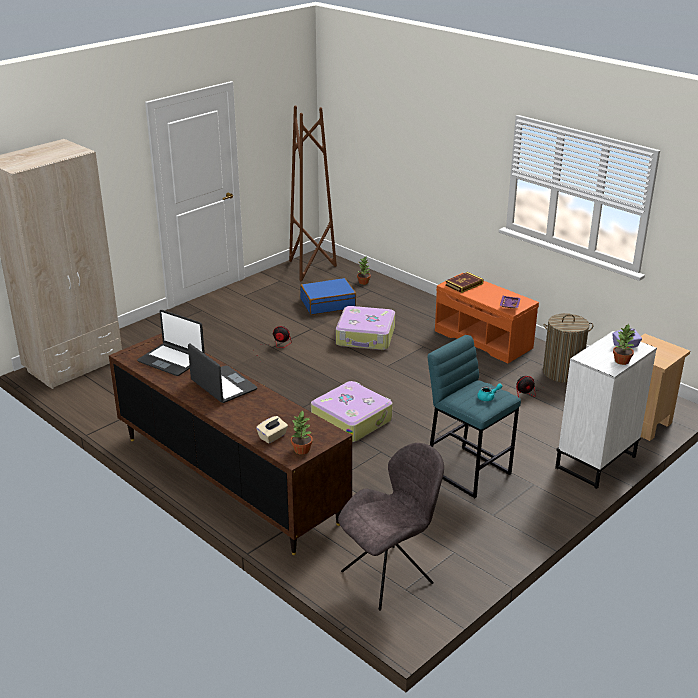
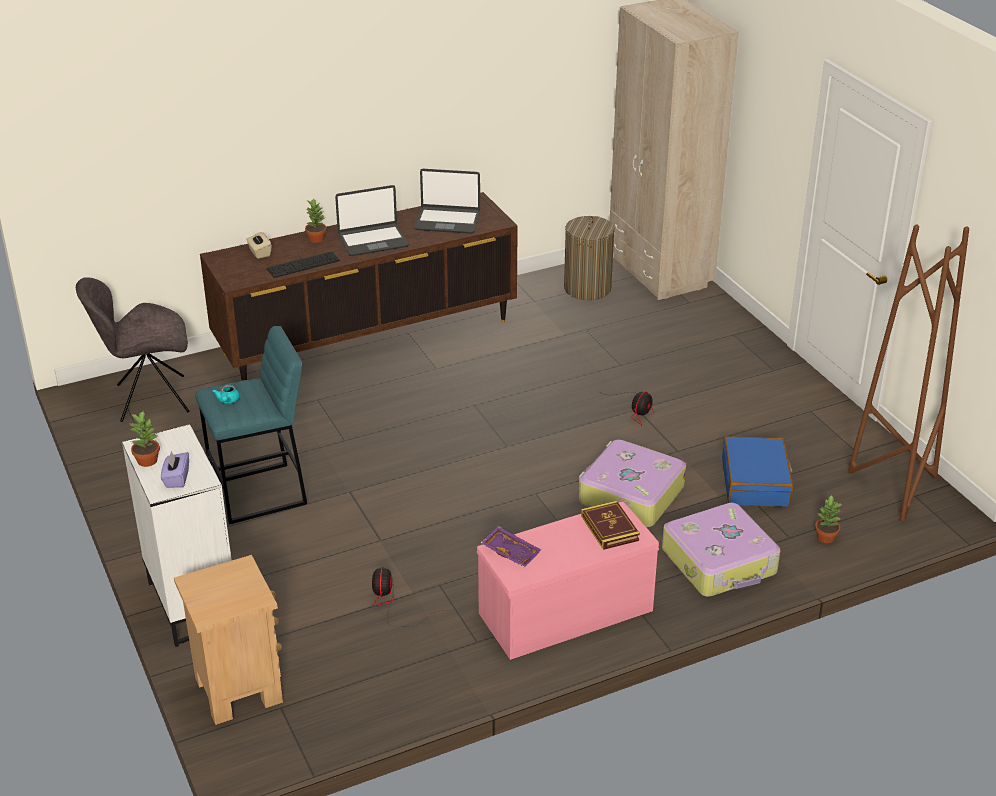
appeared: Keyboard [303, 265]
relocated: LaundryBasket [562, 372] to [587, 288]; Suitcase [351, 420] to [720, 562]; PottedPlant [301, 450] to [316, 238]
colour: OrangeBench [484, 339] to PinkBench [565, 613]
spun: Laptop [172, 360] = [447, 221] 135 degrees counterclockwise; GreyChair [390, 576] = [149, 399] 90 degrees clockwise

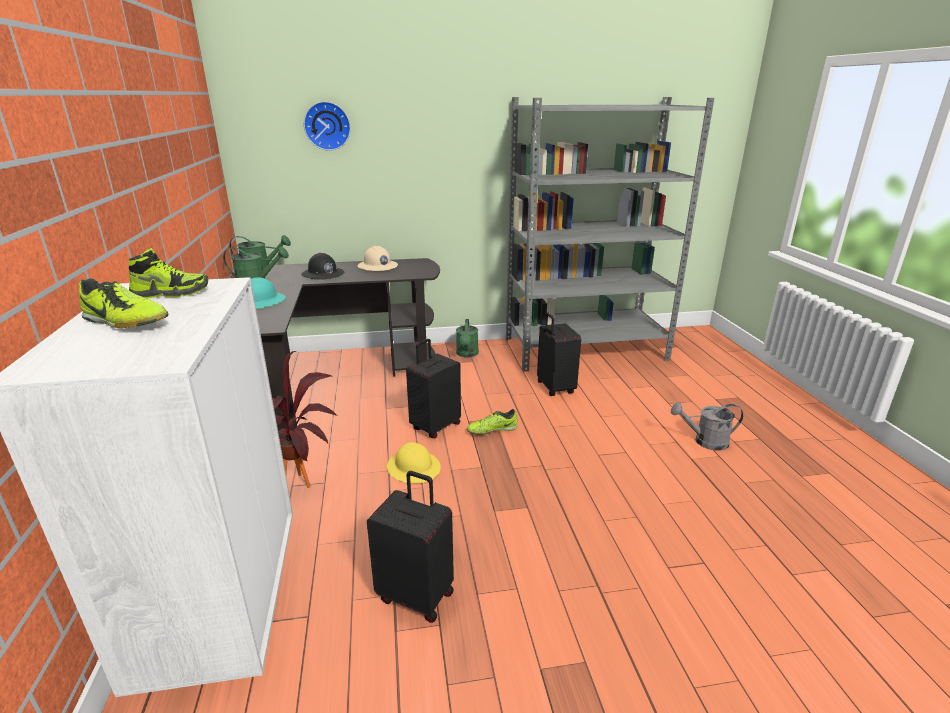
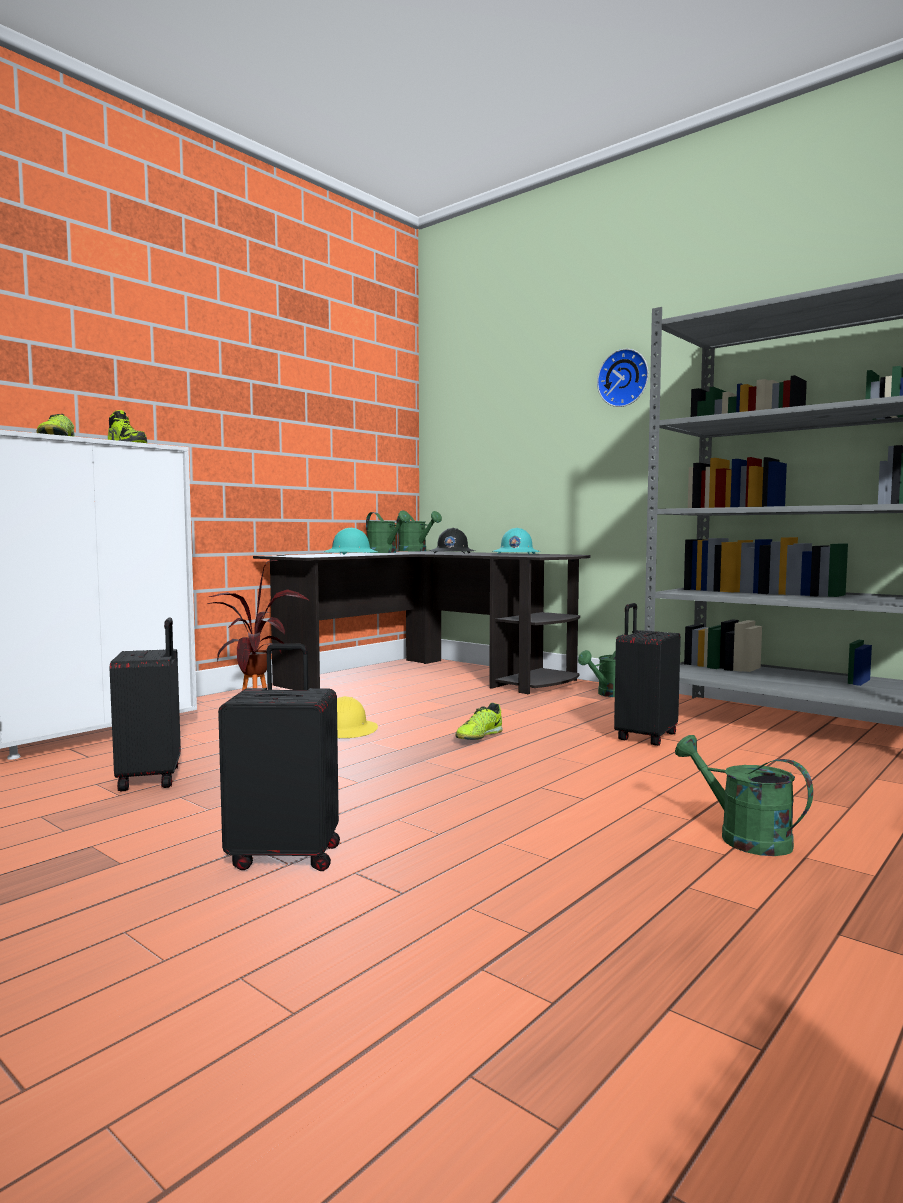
relocated: WallClock [327, 126] to [624, 378]; BlackSuitcase [435, 426] to [286, 856]
colour: BeigeHardHat [377, 267] to TurquoiseHardHat [516, 554]; GreyWateringCan [705, 441] to GreenWateringCan [743, 837]
spun: Shoe [492, 430] = [478, 737] 90 degrees counterclockwise

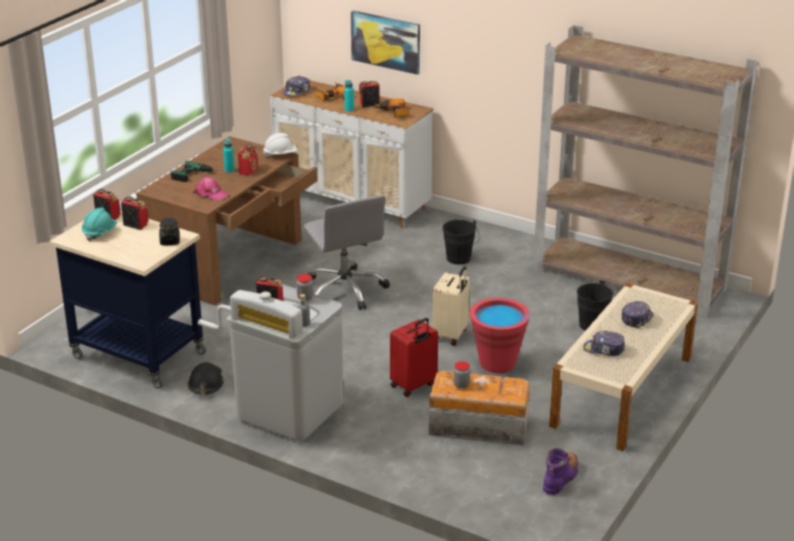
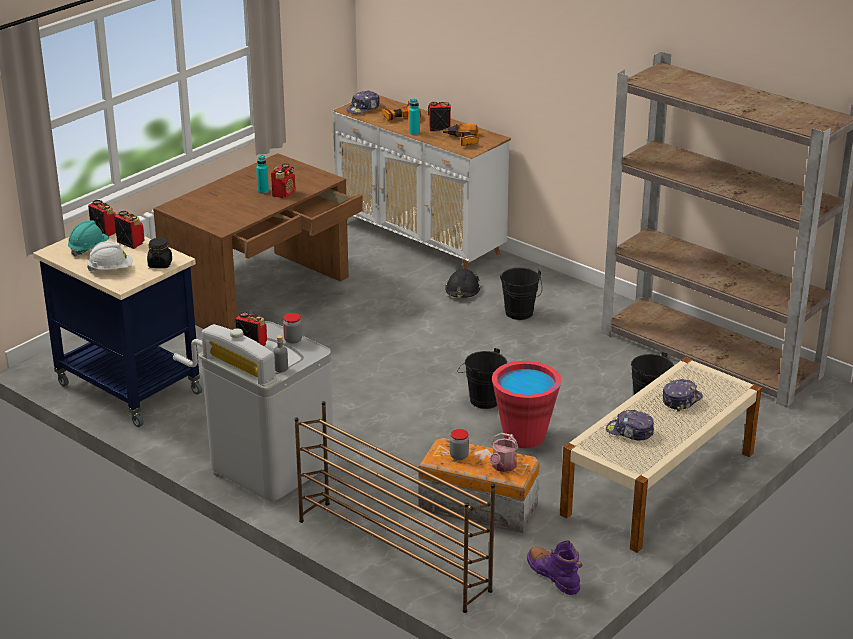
missing: Picture [386, 41]; PowerDrill [196, 176]; PinkCap [211, 194]; GreyOfficeChair [345, 290]; RedSuitcase [413, 386]
appeared: BrownShoeRack [392, 554]; WateringCan [502, 467]
relocated: WhiteHardHat [280, 155] to [111, 269]; BlackHardHat [206, 385] to [462, 291]
exchanged: BeigeSuitcase [451, 335] to BlackBucket [482, 399]
spun: PurpleBoot [561, 478] = [553, 576] 75 degrees counterclockwise

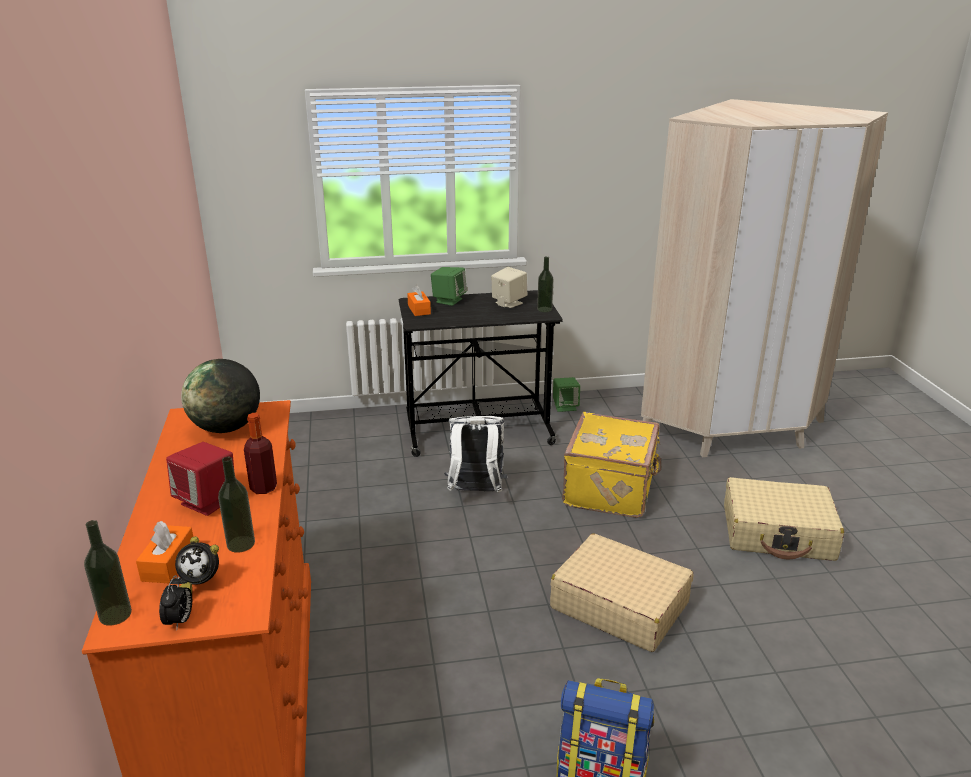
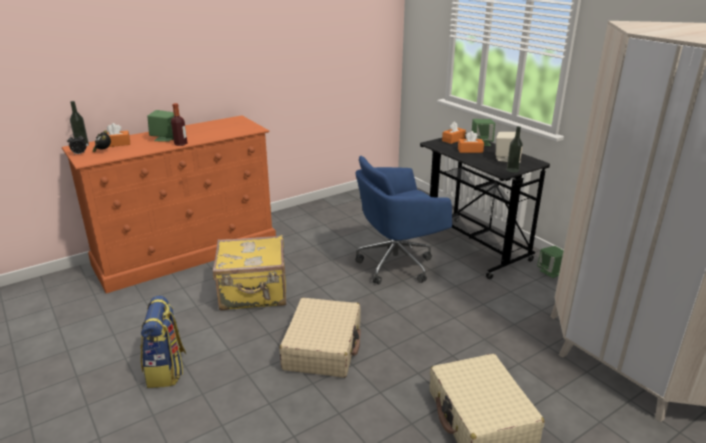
missing: Globe [226, 428]; Bottle [241, 544]
appeared: OrangeTissueBox [470, 150]
relocated: YellowSuitcase [611, 489] to [254, 293]
exchanged: WhiteBackpack [475, 492] to BlueOfficeChair [398, 265]
colour: RedSpeaker [207, 501] to GreenSpeaker [165, 138]

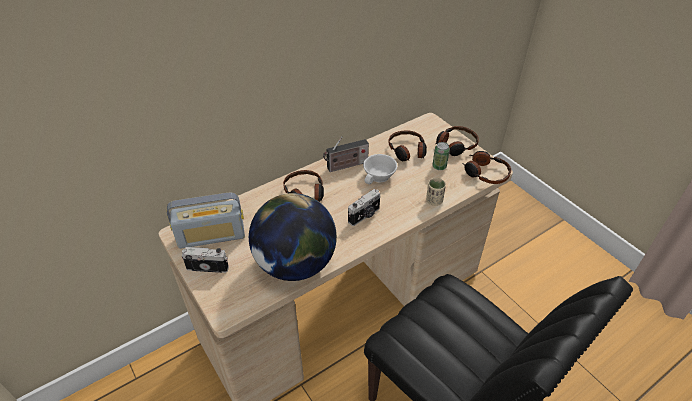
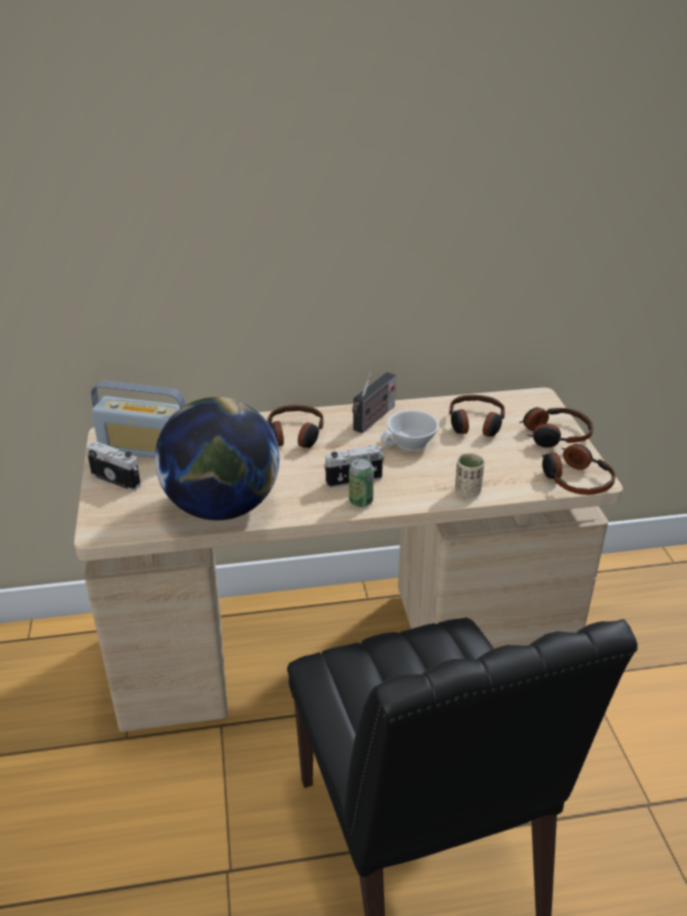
relocated: Can [439, 166] to [361, 501]
spun: Radio [345, 166] = [373, 419] 60 degrees counterclockwise

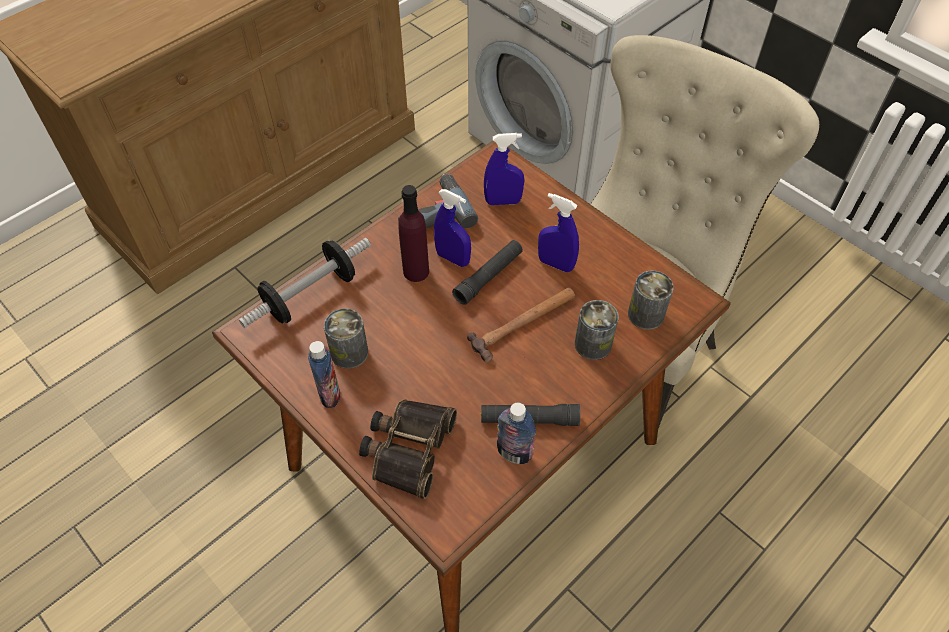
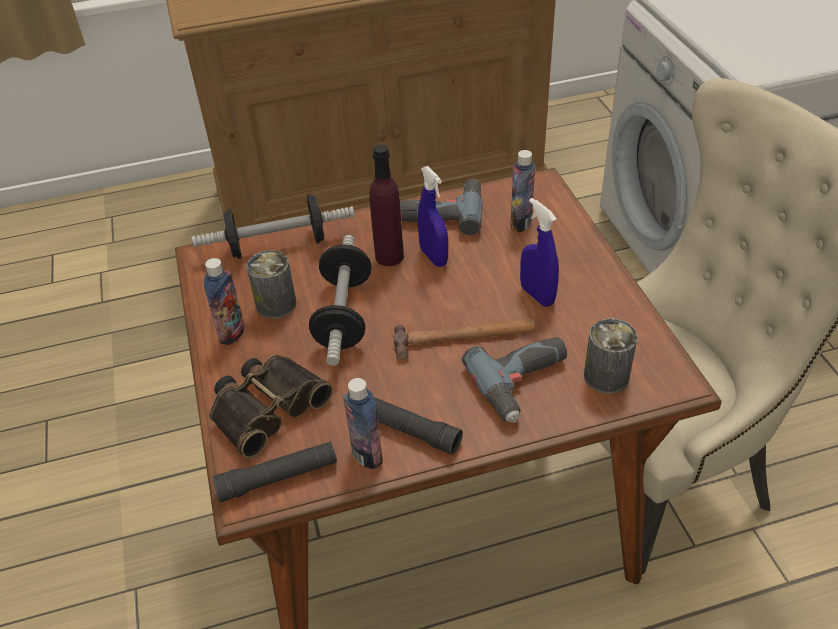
appeared: Dumbbell [344, 315]
relocated: BlackFlashlight [488, 276] to [278, 478]
exchanged: BlueSprayBottle [503, 201] to Bottle [521, 223]; Can [593, 344] to PowerDrill [525, 383]

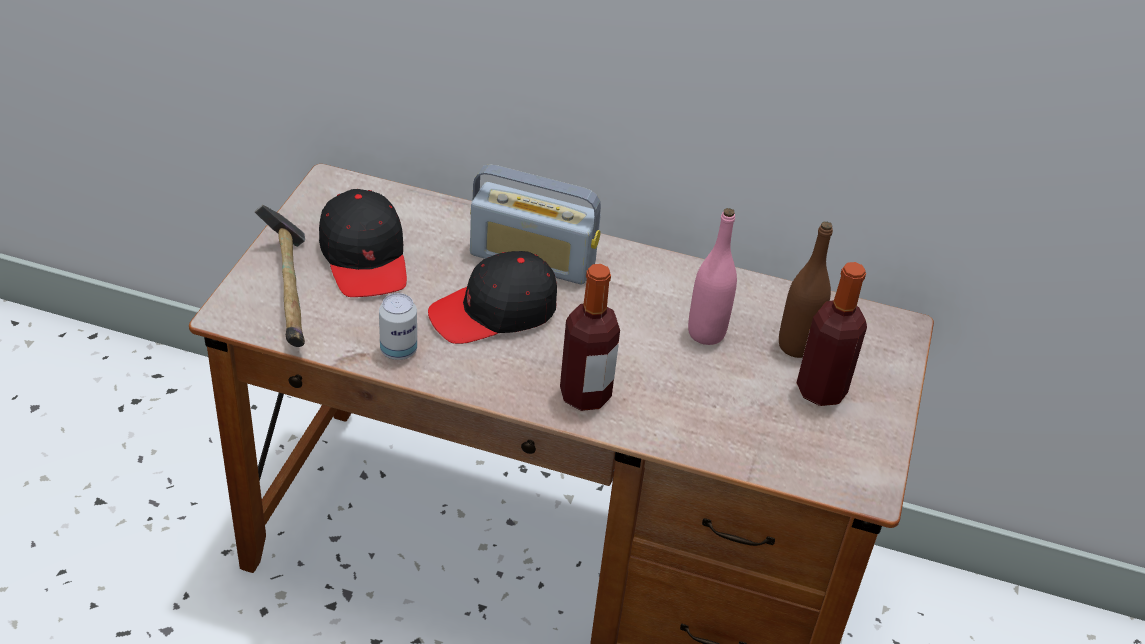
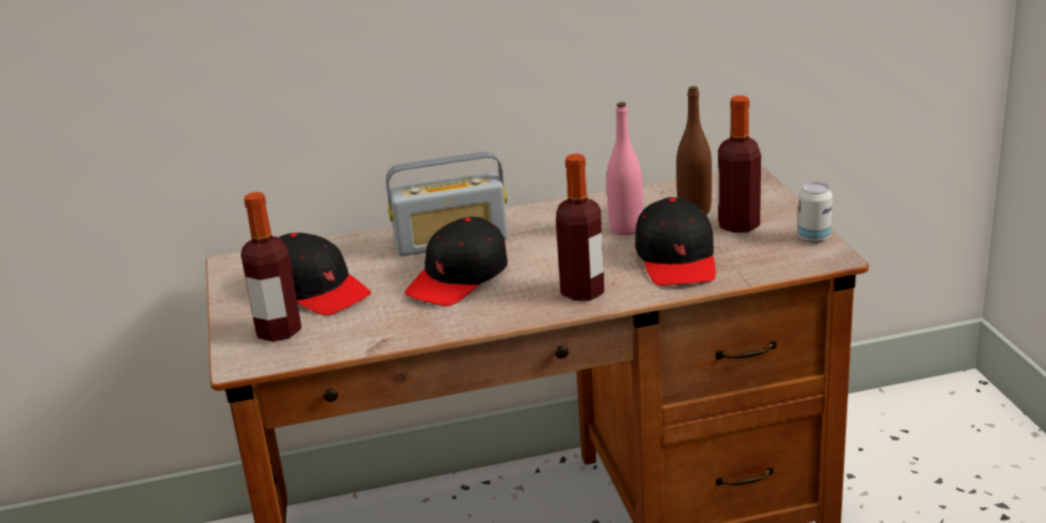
appeared: BlackCap [677, 259]
relocated: Can [398, 350] to [814, 237]
exchanged: Hammer [290, 292] to Bottle [278, 331]

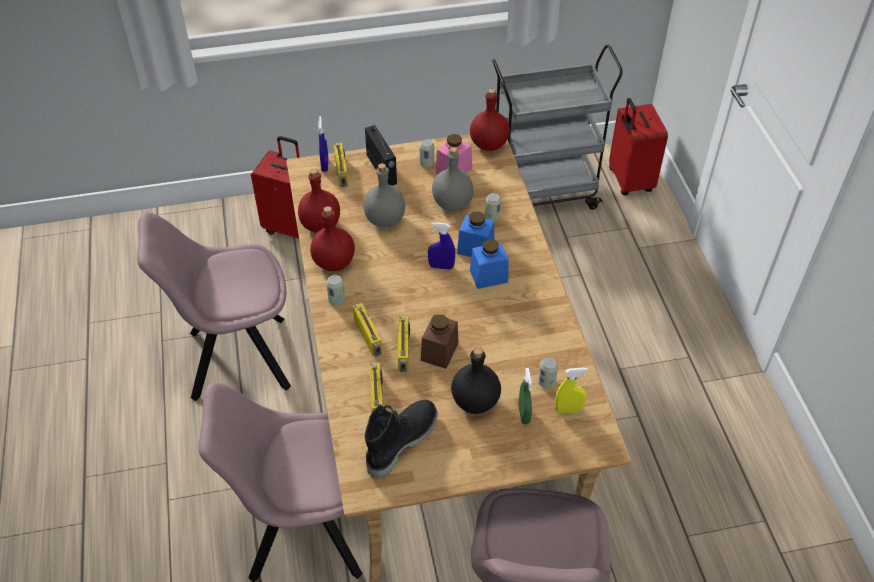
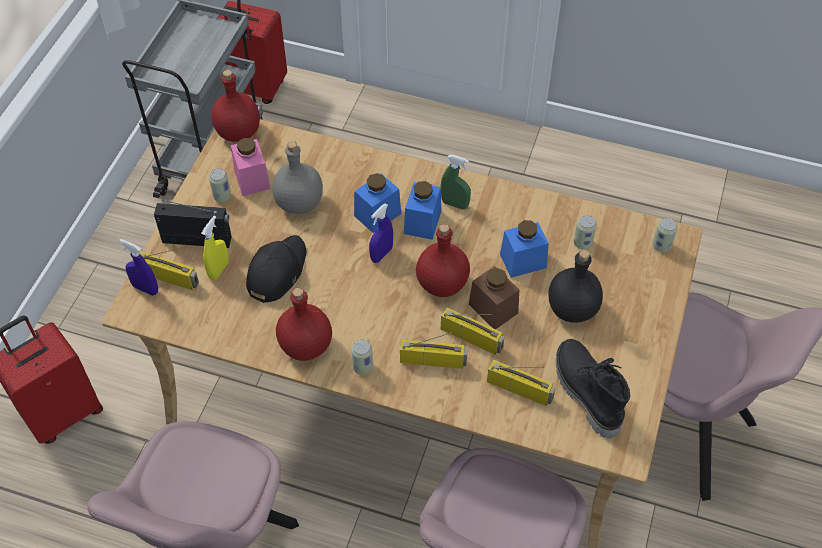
appeared: BlueJar [523, 261]
relocated: RedBottle [320, 224] to [441, 284]; Can [492, 217] to [661, 246]; GreenSprayBottle [524, 414] to [454, 204]; YellowSprayBottle [568, 409] to [218, 270]
exchanged: GreyBottle [384, 219] to BlackCap [276, 272]

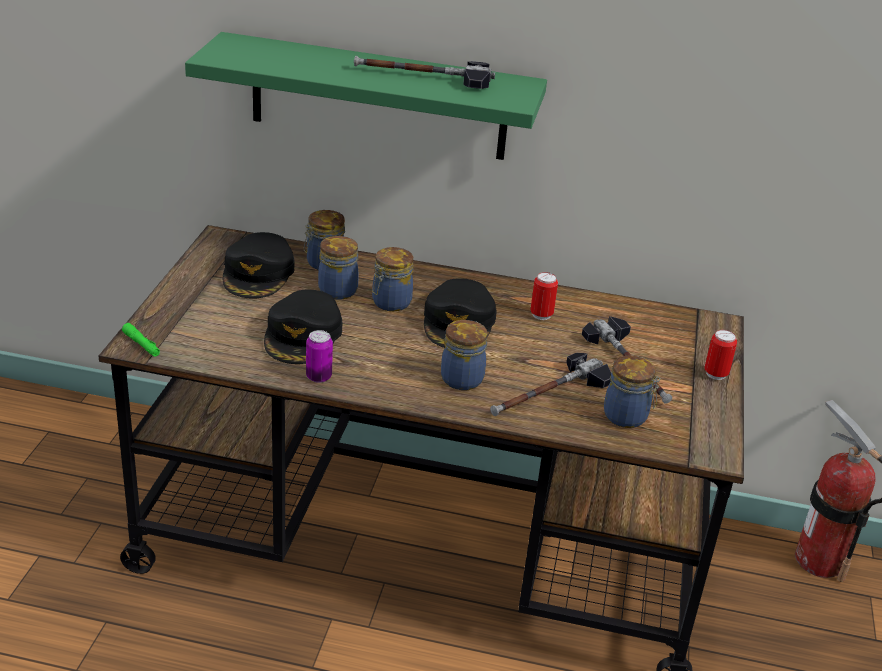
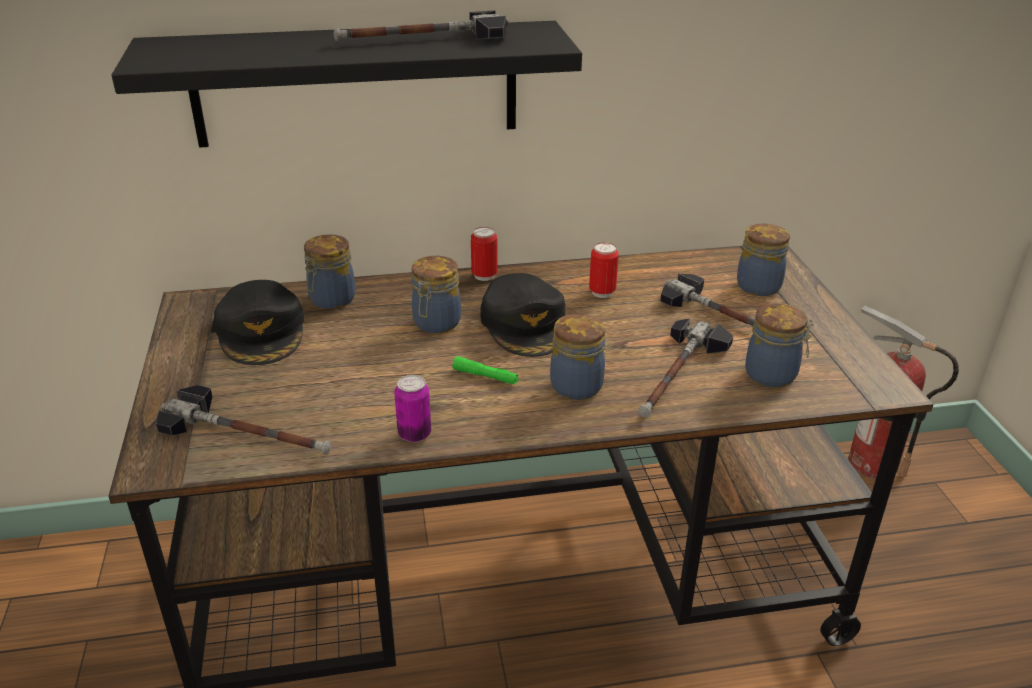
missing: BlackCap [303, 335]
appeared: Hammer [247, 433]
relocated: Jar [338, 289] to [758, 285]; GreenFlashlight [142, 344] to [485, 376]; Can [715, 374] to [484, 275]
colour: GreenShelf [378, 97] to BlackShelf [356, 84]

